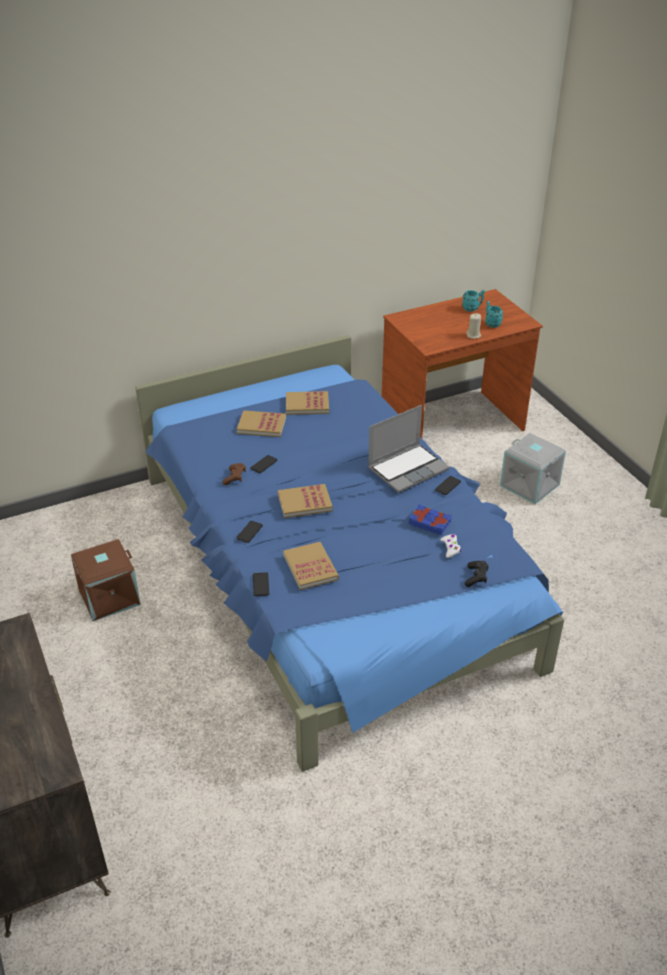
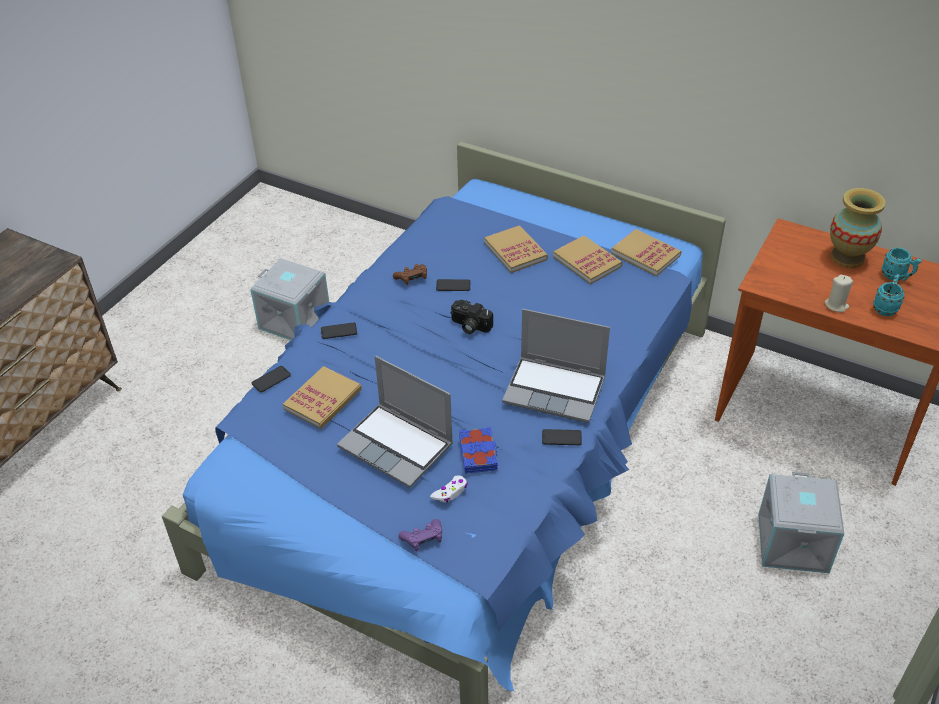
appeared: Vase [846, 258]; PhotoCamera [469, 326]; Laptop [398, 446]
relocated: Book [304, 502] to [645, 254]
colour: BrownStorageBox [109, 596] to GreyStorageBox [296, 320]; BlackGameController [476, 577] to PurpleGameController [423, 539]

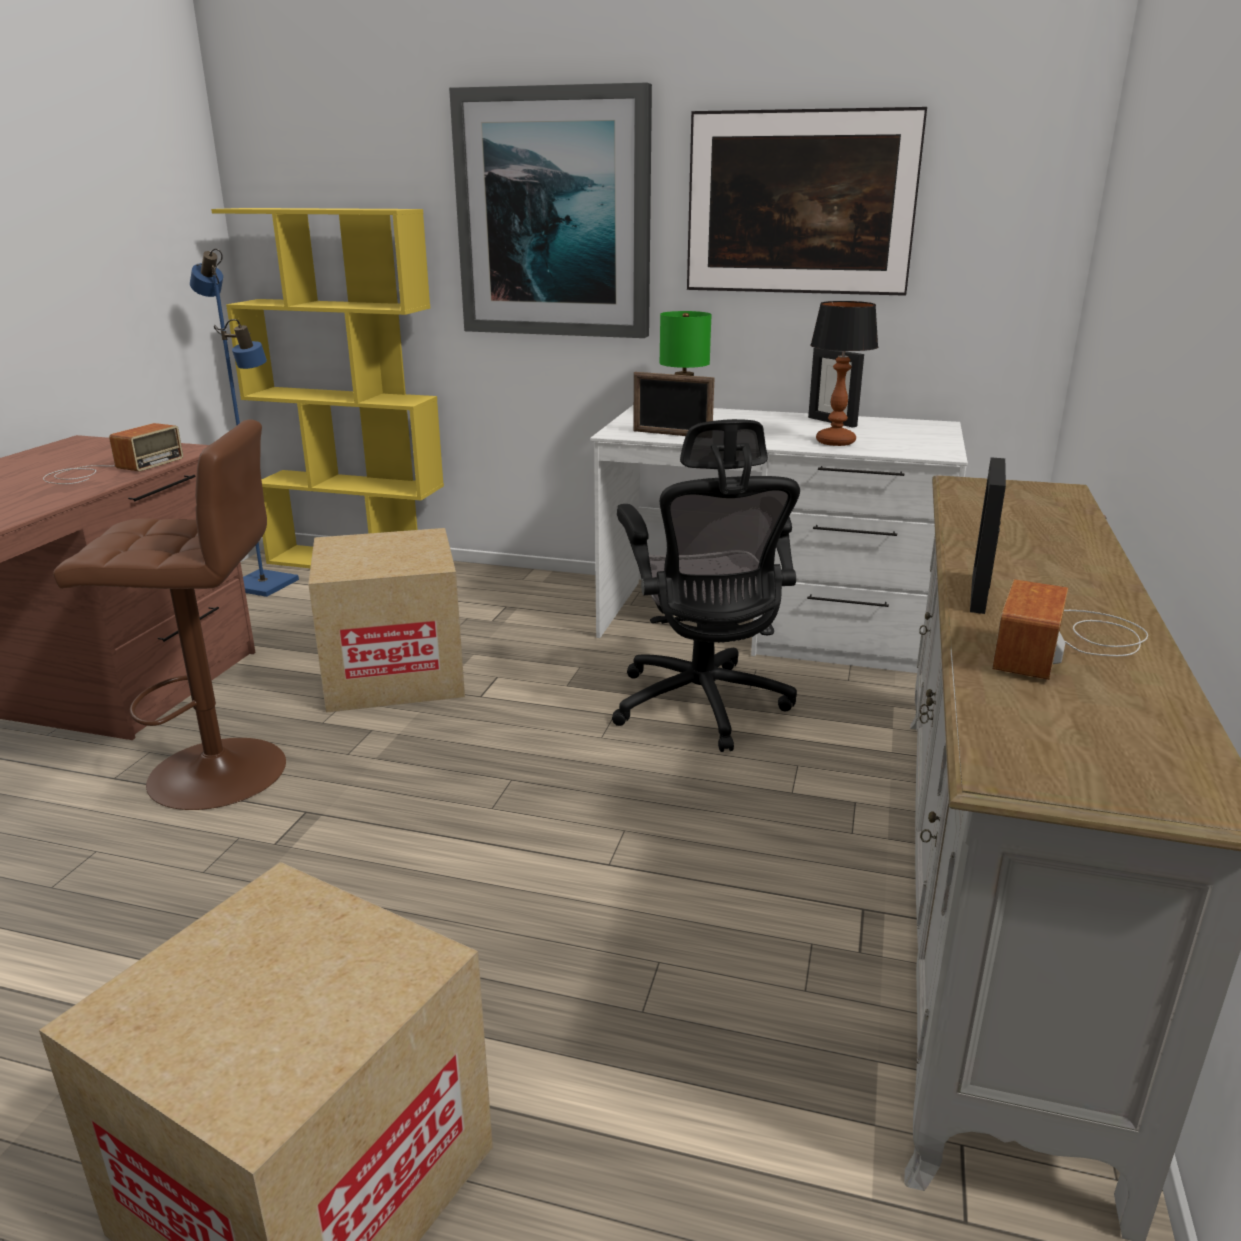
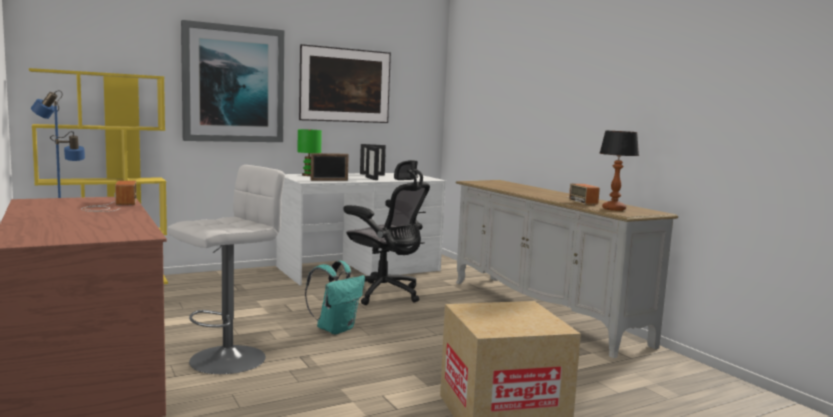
missing: CardboardBox [394, 674]
appeared: TurquoiseBackpack [335, 329]
relocated: TableLamp [836, 442] to [613, 209]; PictureFrame [980, 594] to [372, 178]
colour: BrownStool [218, 774] to WhiteStool [229, 359]

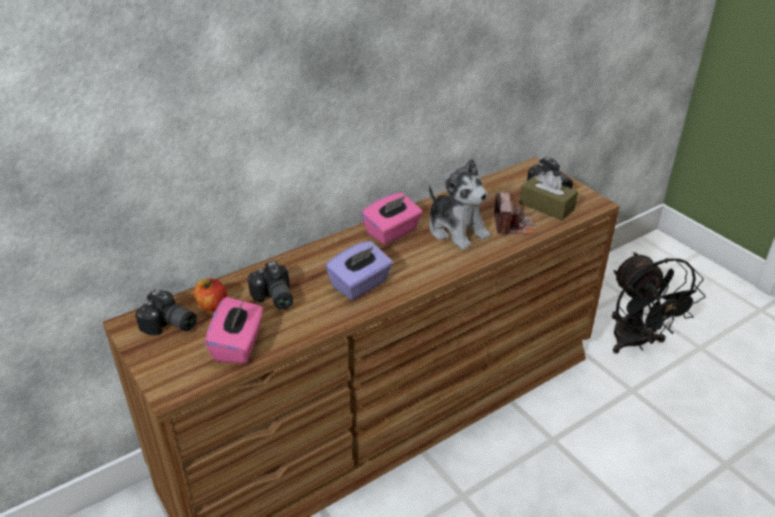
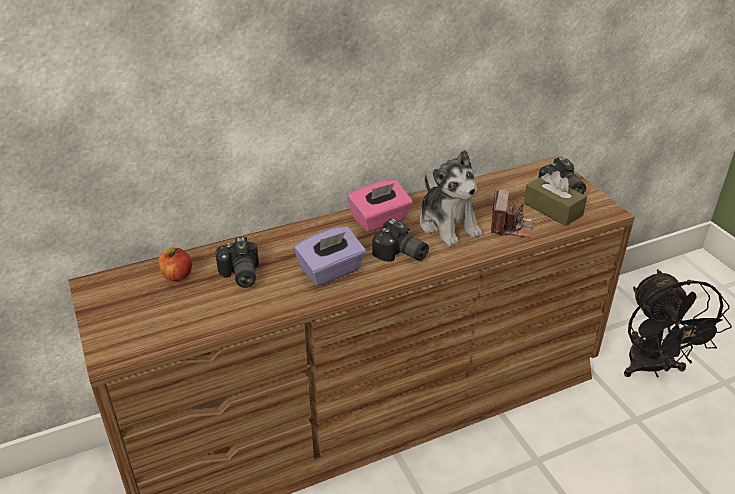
missing: PinkTissueBox [238, 345]
relocated: PhotoCamera [169, 326] to [400, 255]

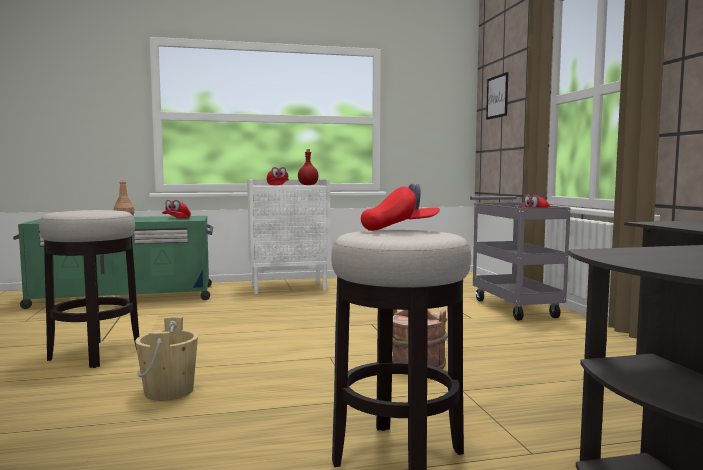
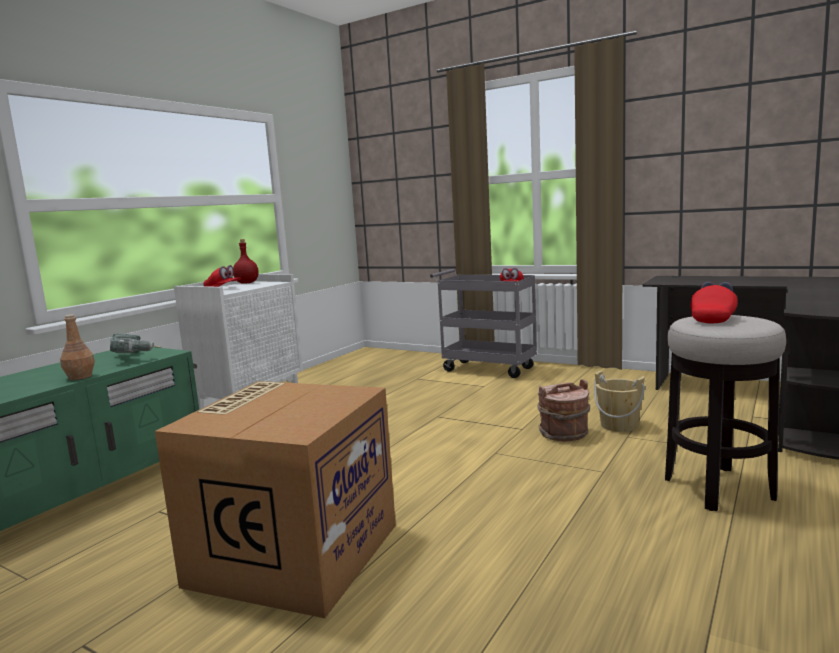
missing: Picture [497, 96]
relocated: BeigeBucket [169, 391] to [619, 425]
exchanged: RedCap [176, 219] to PowerDrill [135, 357]; Stool [95, 354] to CardboardBox [294, 553]

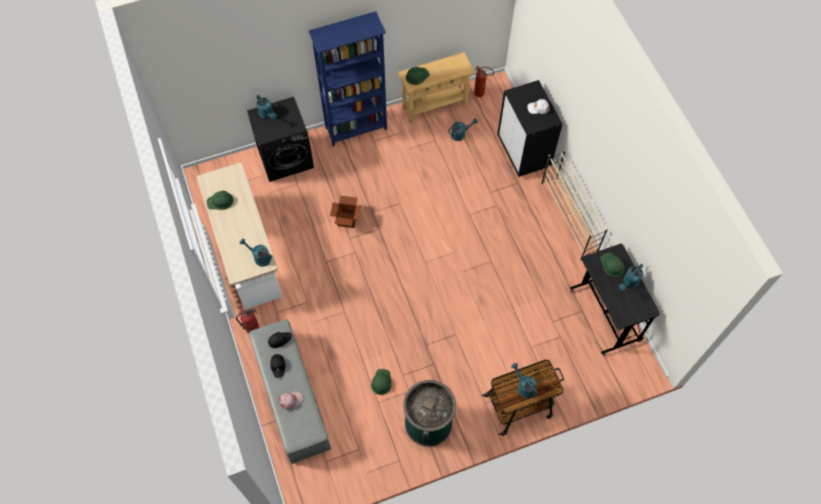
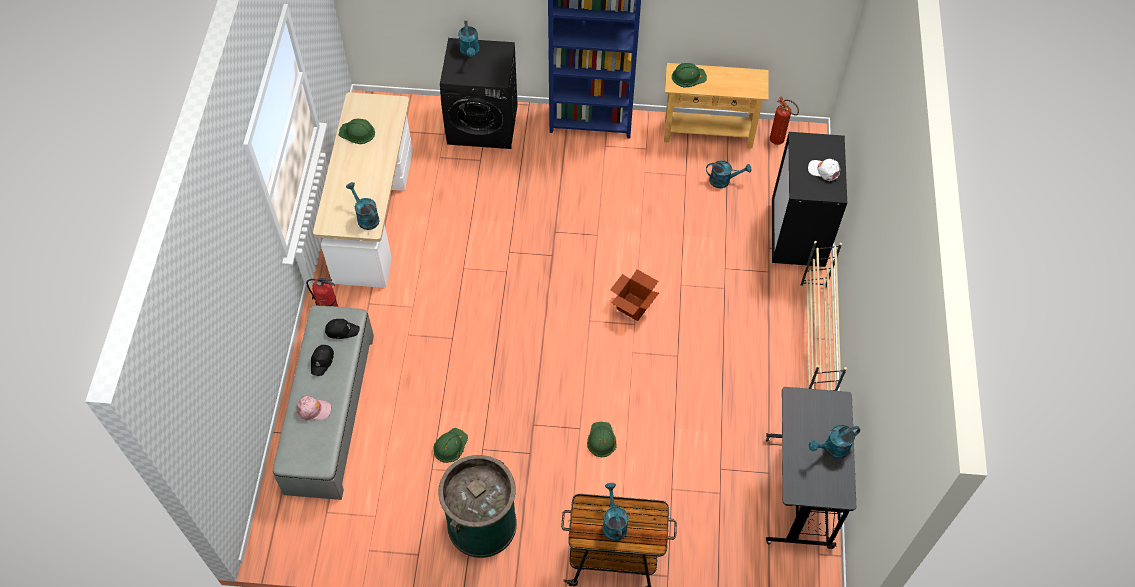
relocated: CardboardBox [347, 219] to [633, 306]; GreenHardHat [612, 265] to [601, 439]

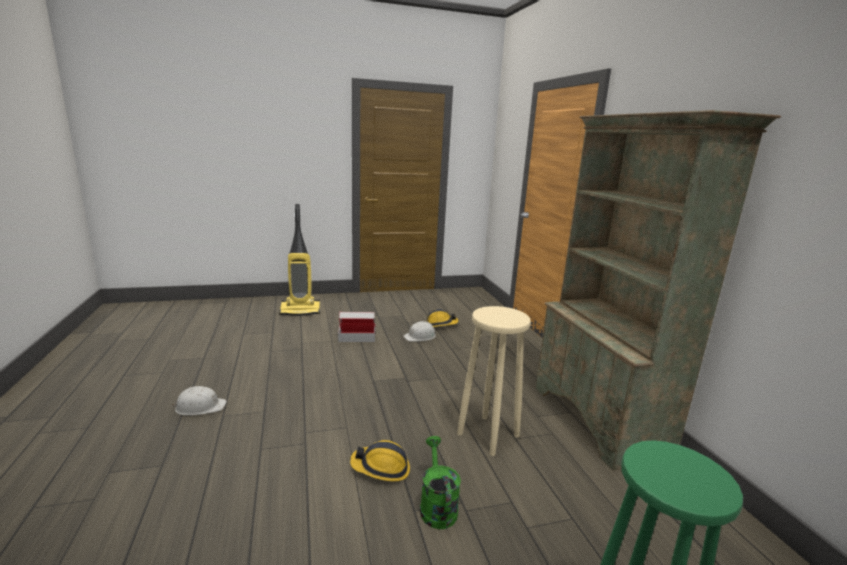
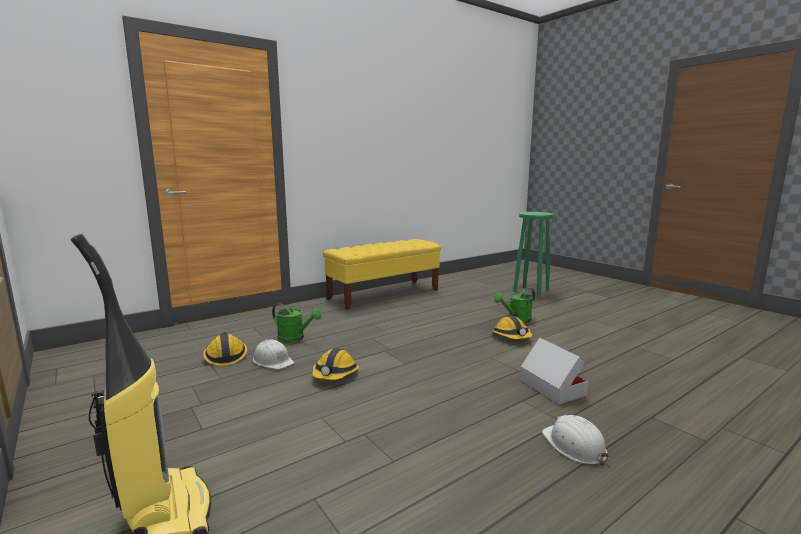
missing: BeigeStool [489, 435]
appeared: GreenWateringCan [295, 338]; HardHat [335, 374]
relocated: CardboardBox [357, 336] to [551, 387]
exchanged: GreenBookcase [598, 419] to YellowBench [384, 294]

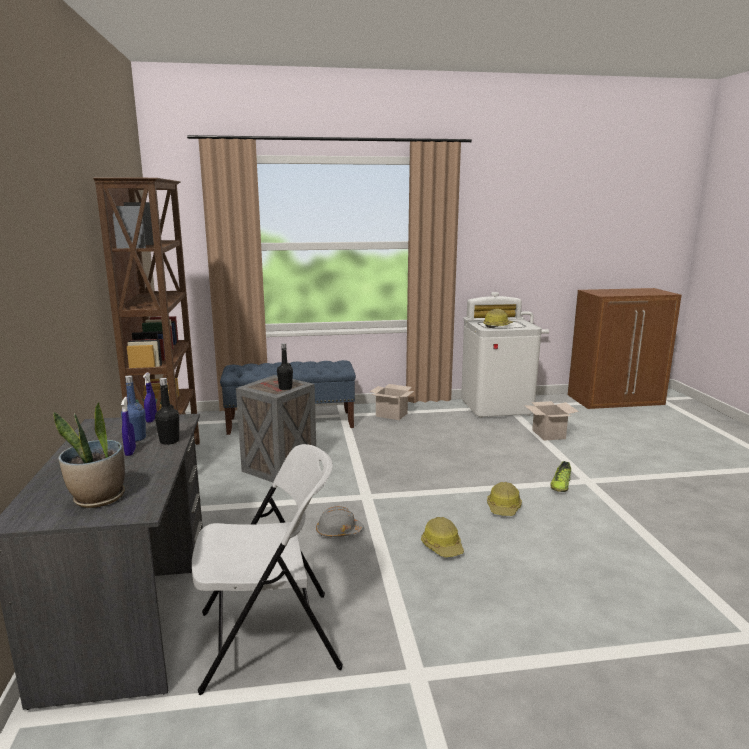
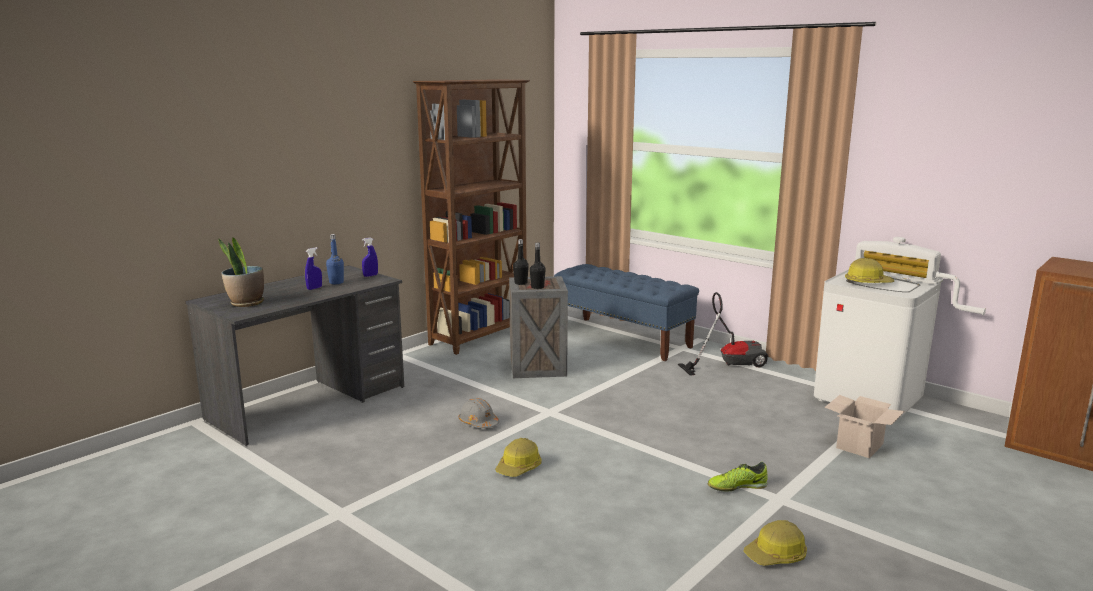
missing: WhiteChair [268, 639]
relocated: BlackBottle [169, 441] to [521, 283]; HardHat [504, 508] to [776, 555]
exchanged: CardboardBox [392, 415] to VacuumCleaner [728, 364]

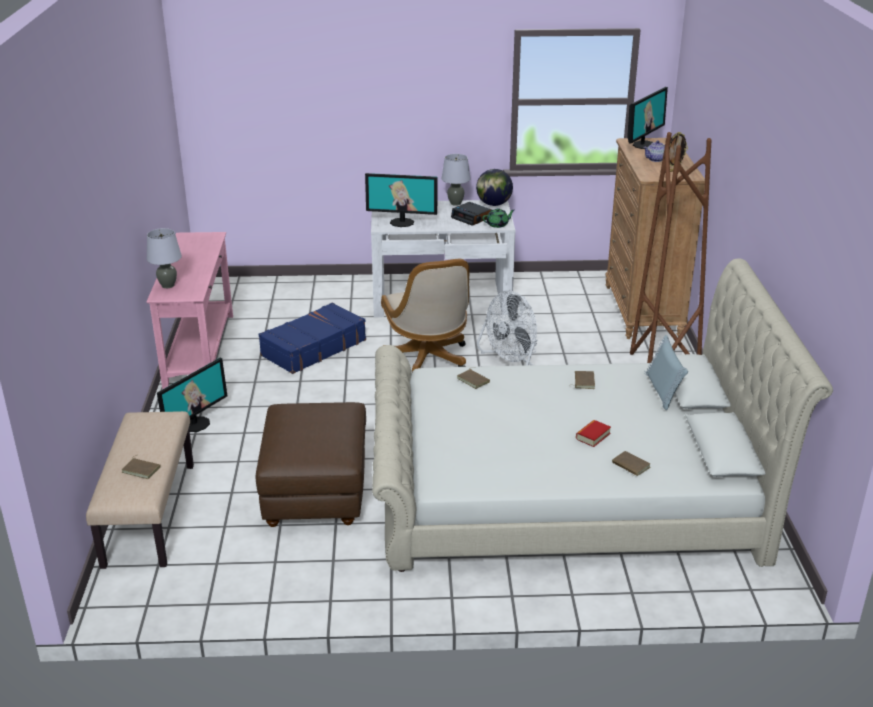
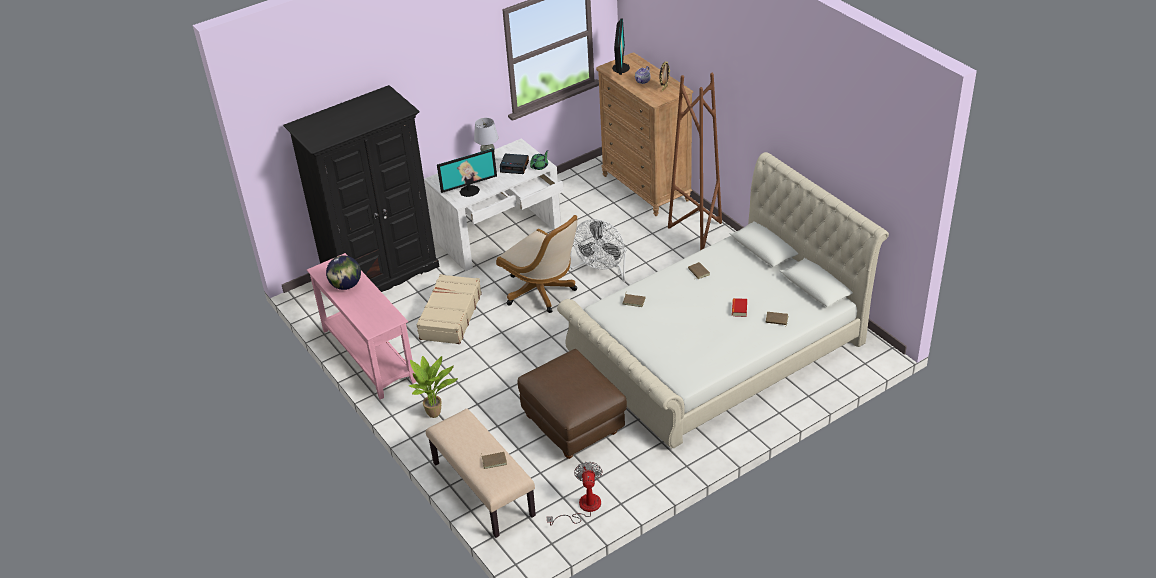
missing: GreyTableLamp [168, 285]; BluePillow [663, 391]
appeared: BlackWardrobe [381, 273]; Fan [583, 507]
relocated: Globe [493, 204] to [346, 285]
exchanged: Monitor [196, 424] to PottedPlant [436, 413]
colour: BlueSuitcase [313, 348] to BeigeSuitcase [450, 316]

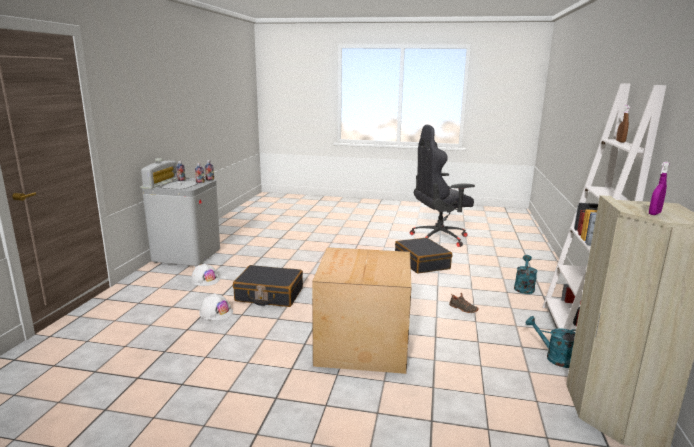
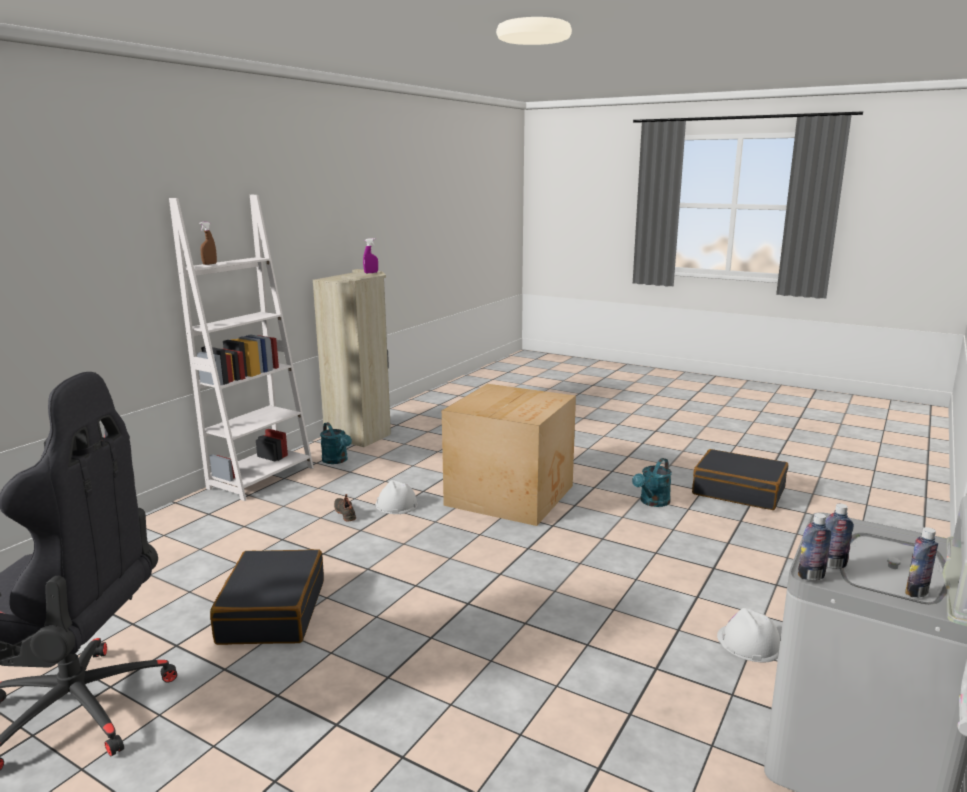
relocated: TurquoiseWateringCan [524, 287] to [652, 502]; BlackSuitcase [269, 295] to [738, 491]; WhiteHardHat [216, 312] to [396, 505]

